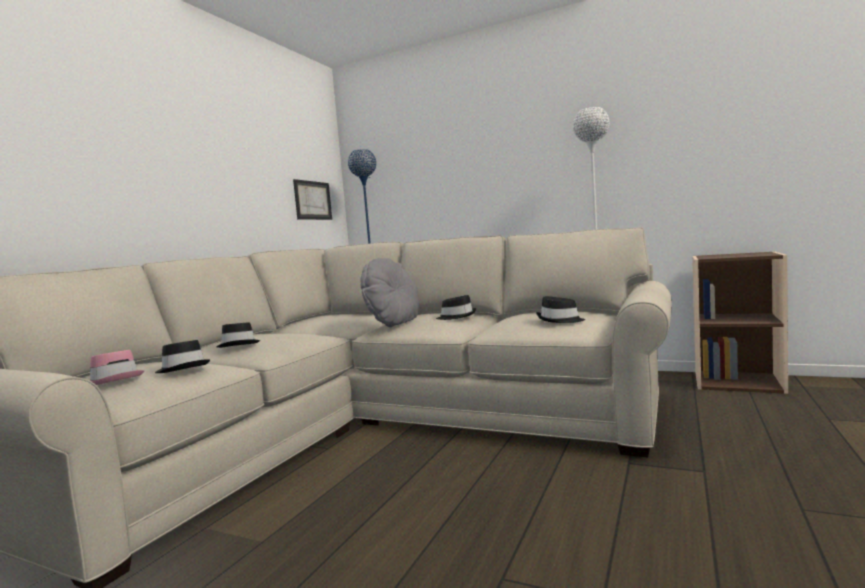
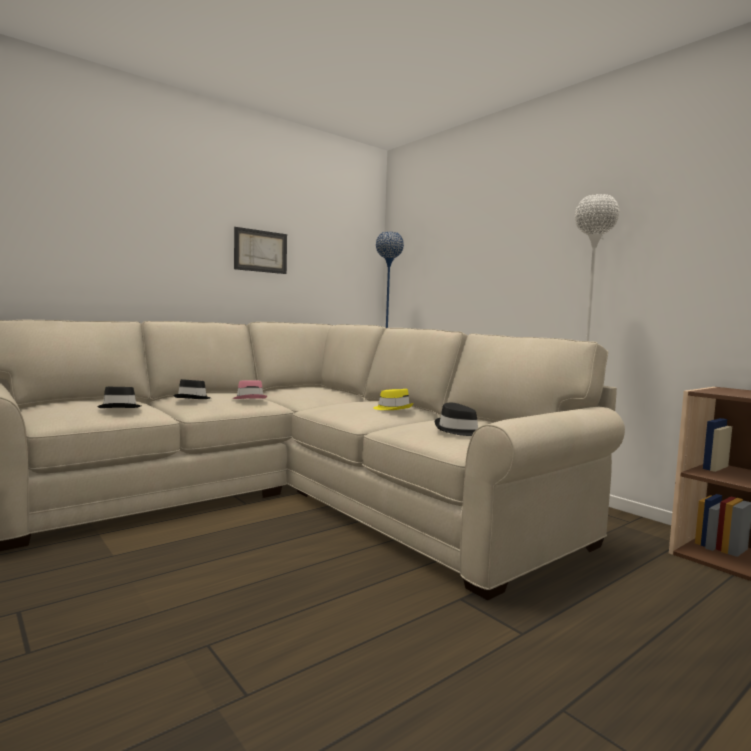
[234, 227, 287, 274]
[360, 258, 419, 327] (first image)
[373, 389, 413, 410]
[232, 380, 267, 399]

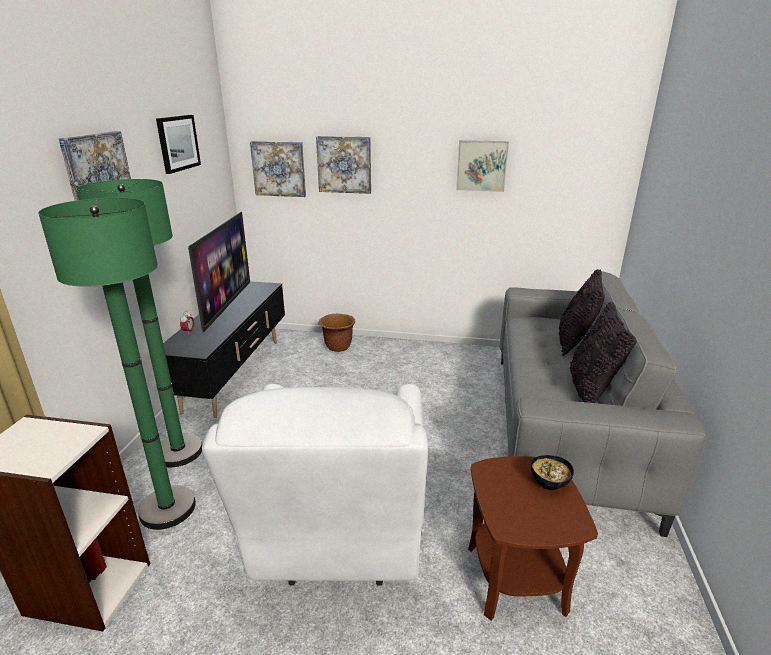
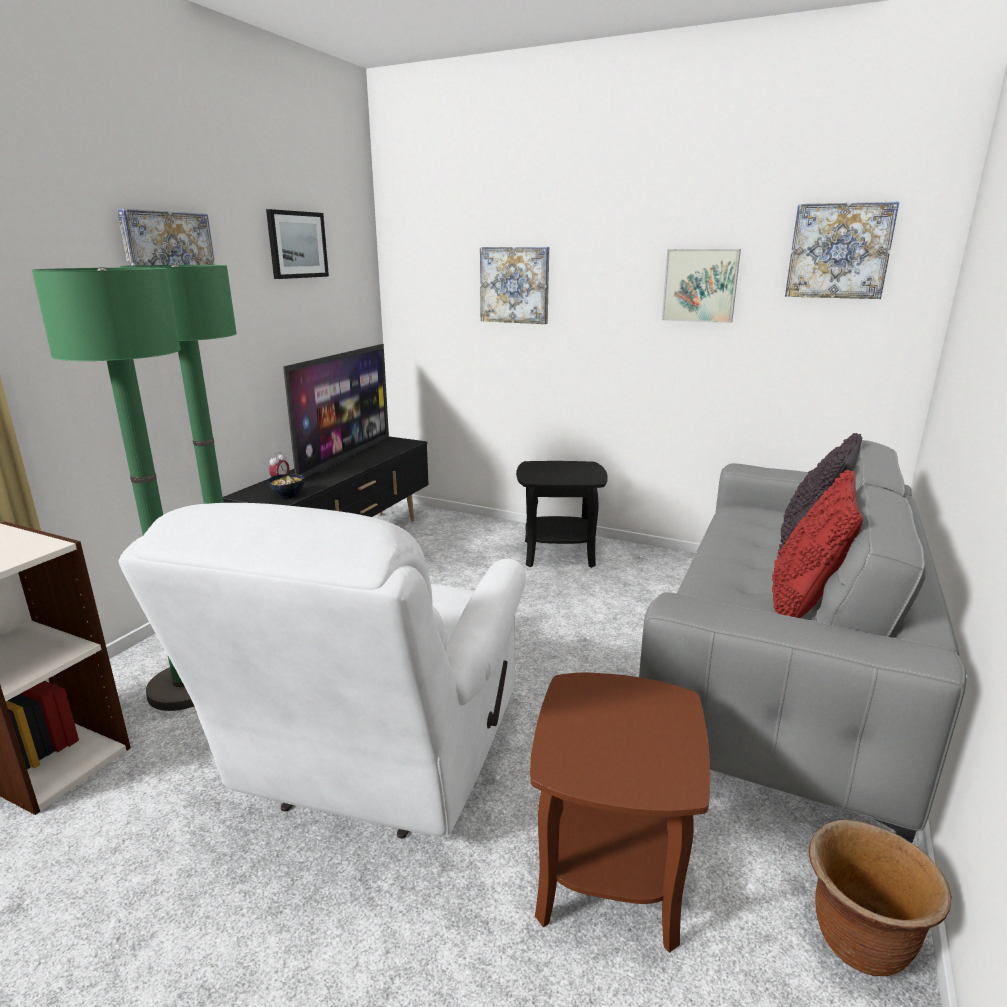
[785, 201, 899, 299]
[772, 470, 863, 618]
[809, 820, 952, 976]
[268, 474, 305, 498]
[516, 461, 608, 568]

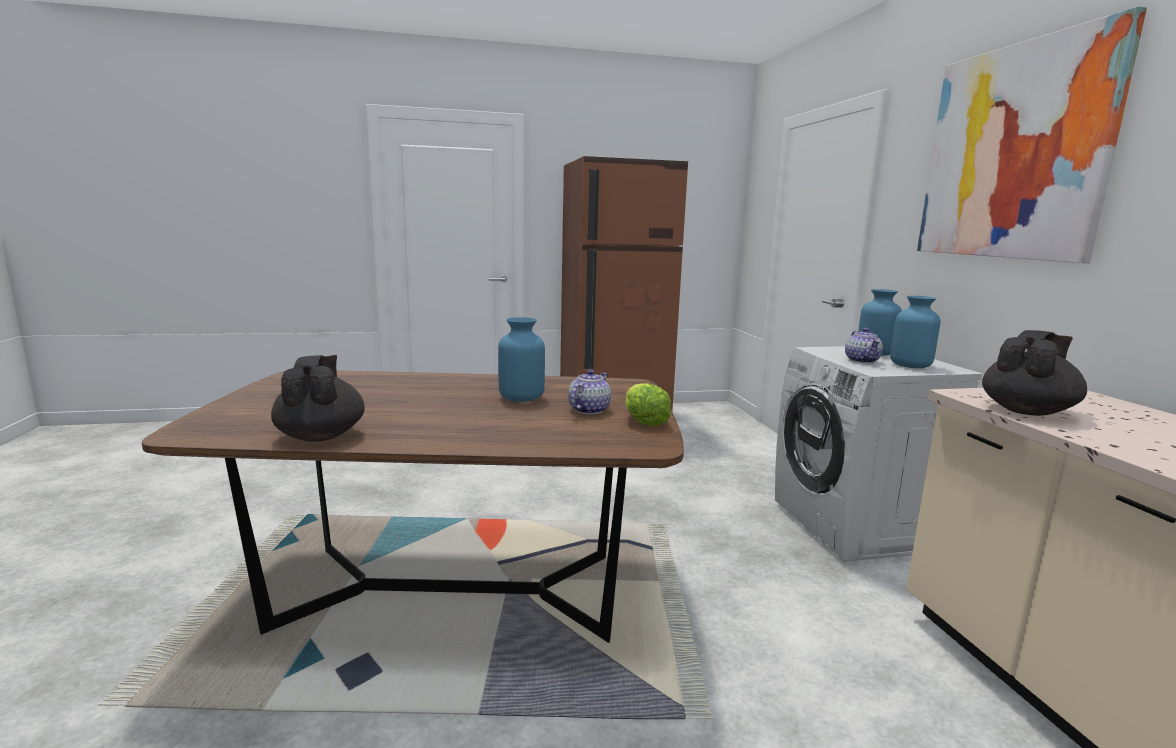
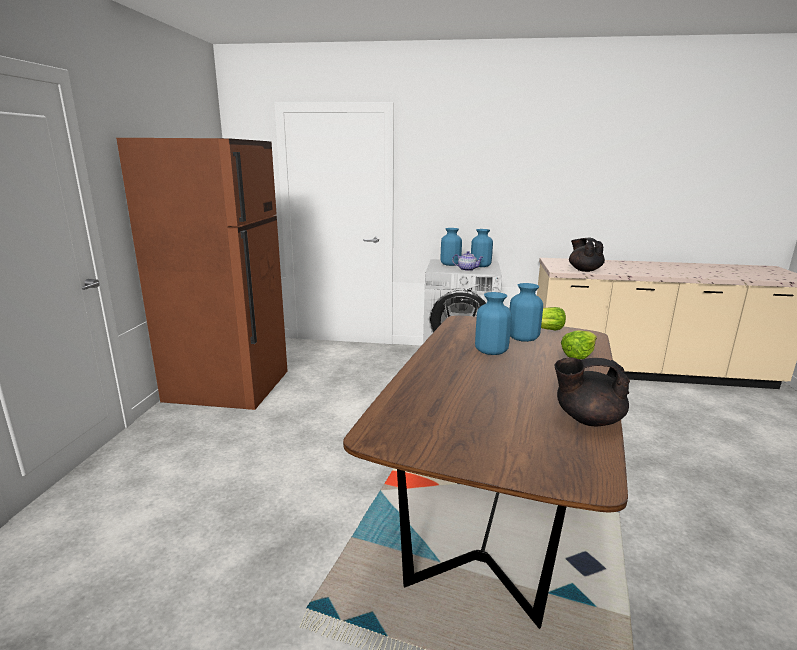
[917, 6, 1147, 263] (first image)
[510, 283, 543, 342]
[561, 330, 597, 359]

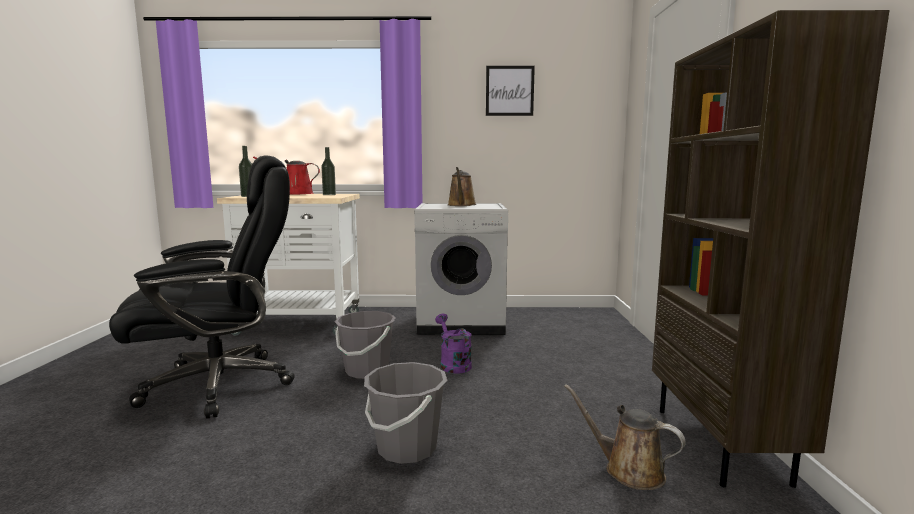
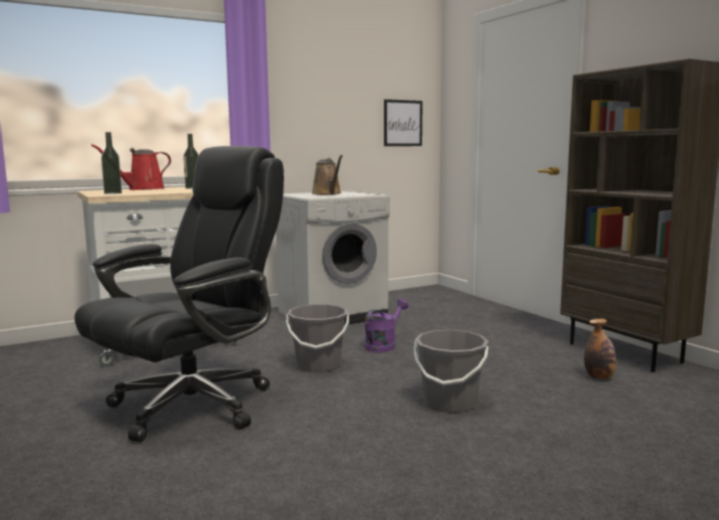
[384, 99, 423, 146]
[365, 299, 408, 353]
[584, 319, 616, 379]

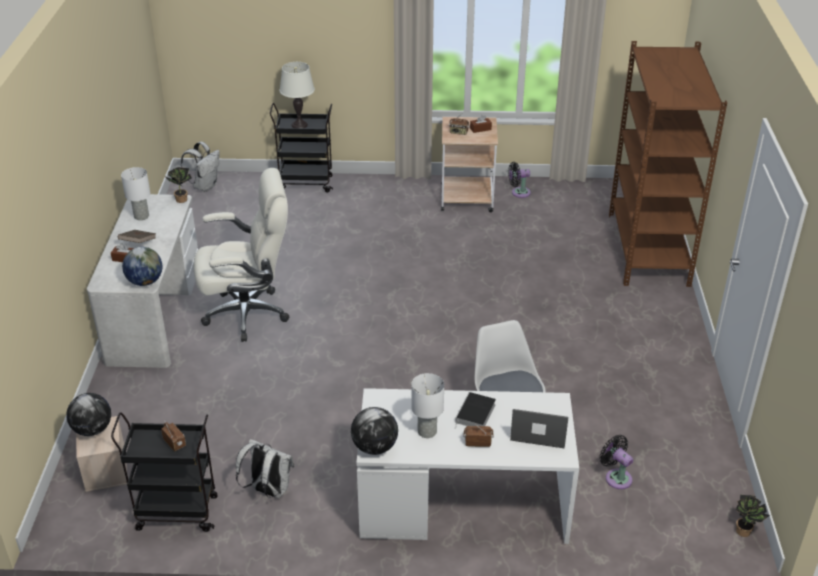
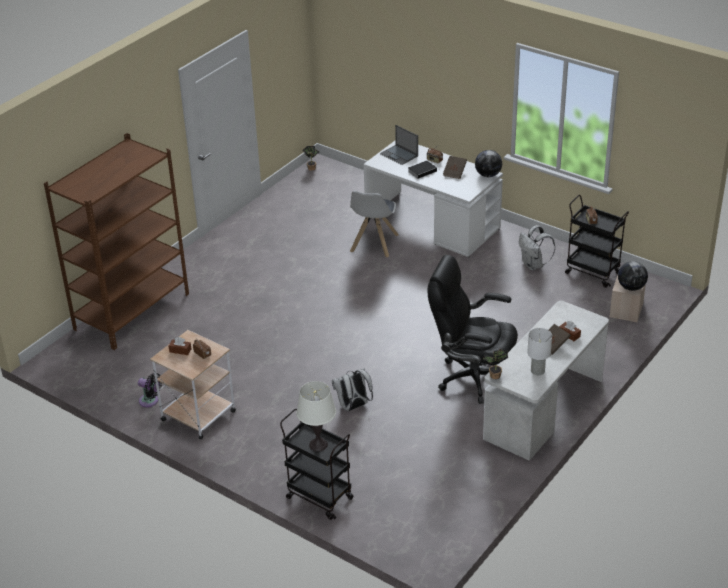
[332, 368, 373, 411]
[428, 255, 518, 404]
[122, 247, 162, 286] (first image)
[443, 156, 467, 179]
[600, 435, 633, 489] (first image)

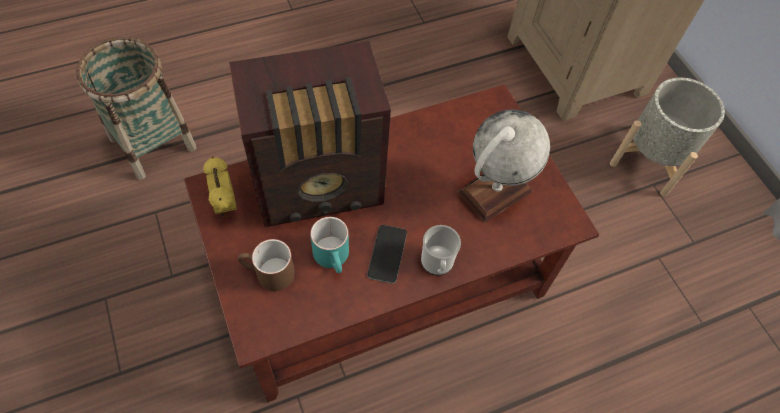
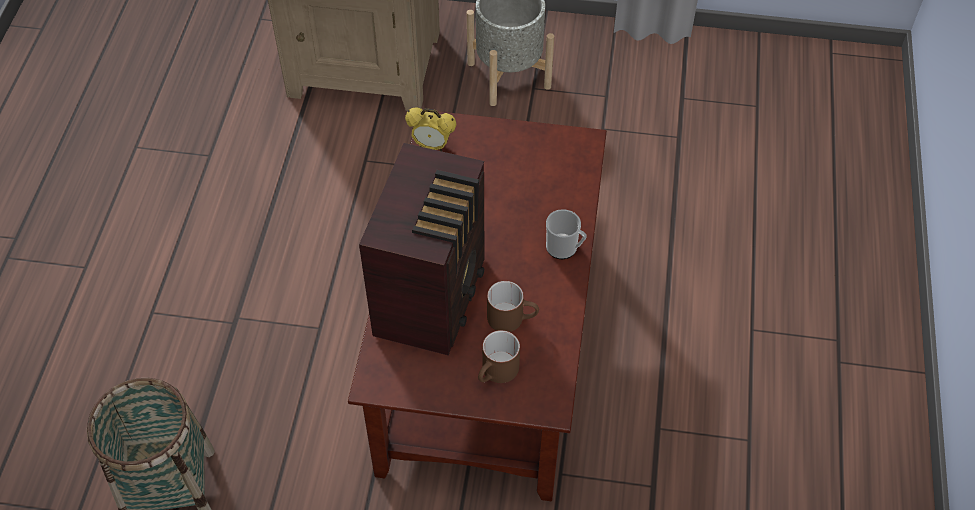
[457, 109, 550, 223] (first image)
[405, 108, 457, 151]
[487, 281, 539, 332]
[367, 225, 407, 283] (first image)

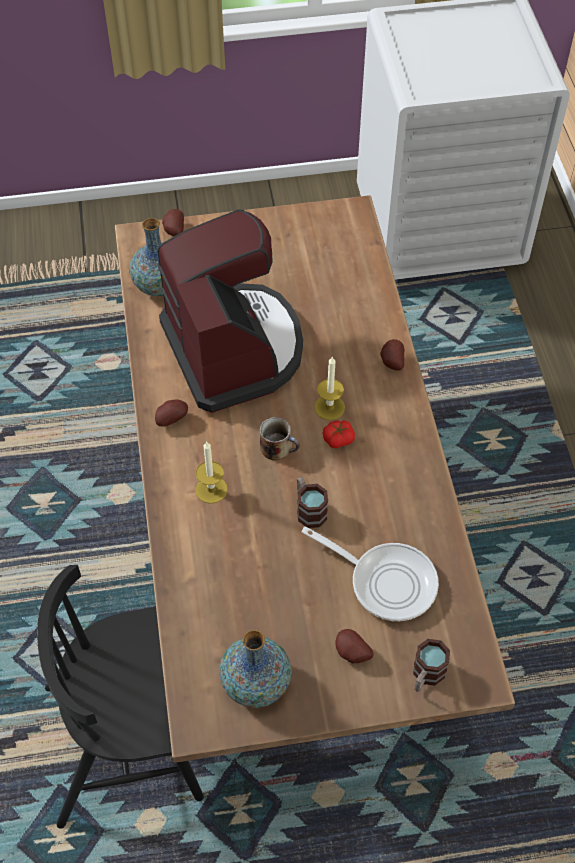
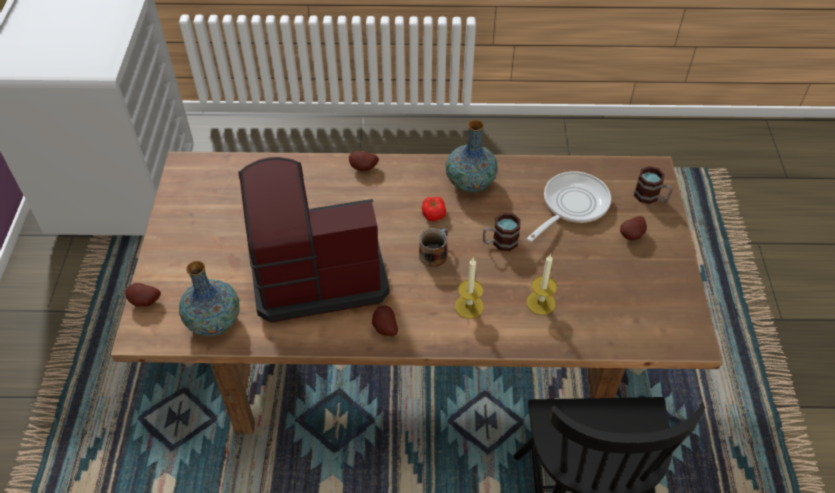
[526, 254, 557, 315]
[446, 120, 498, 192]

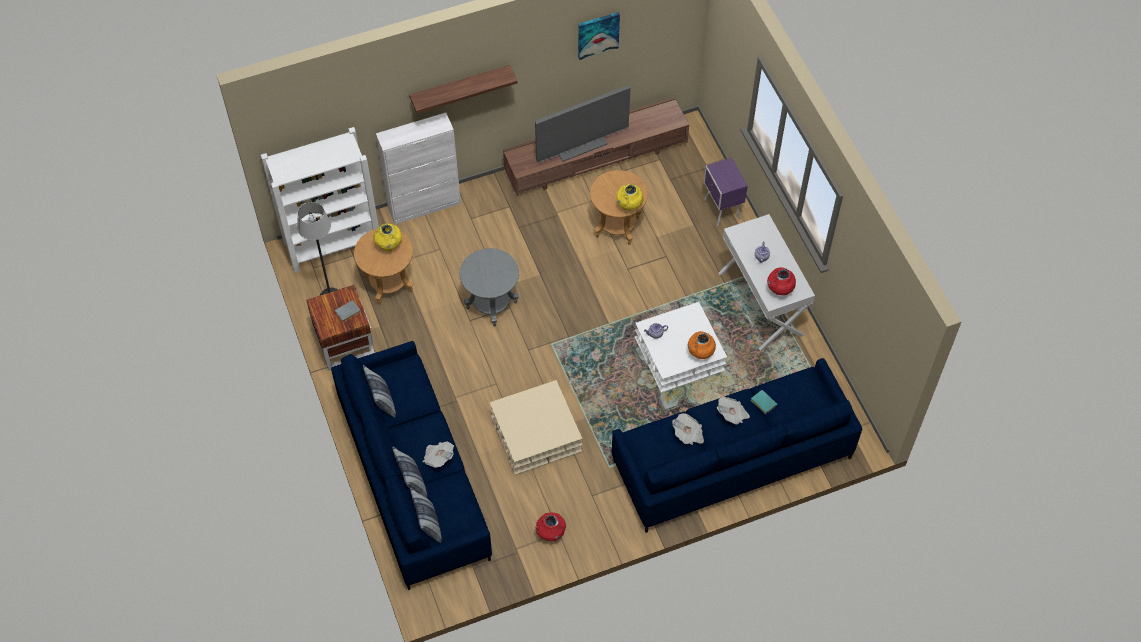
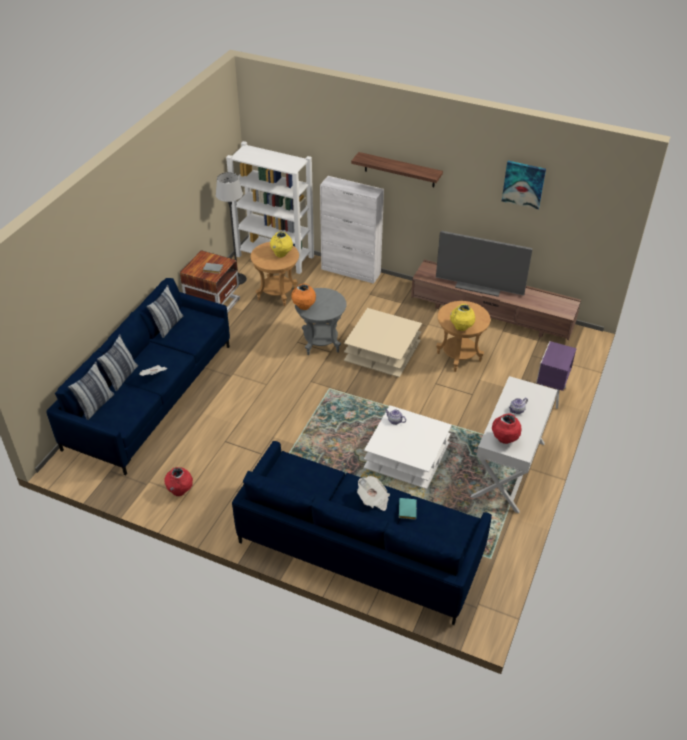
[291, 283, 316, 310]
[344, 308, 422, 378]
[672, 413, 704, 445] (first image)

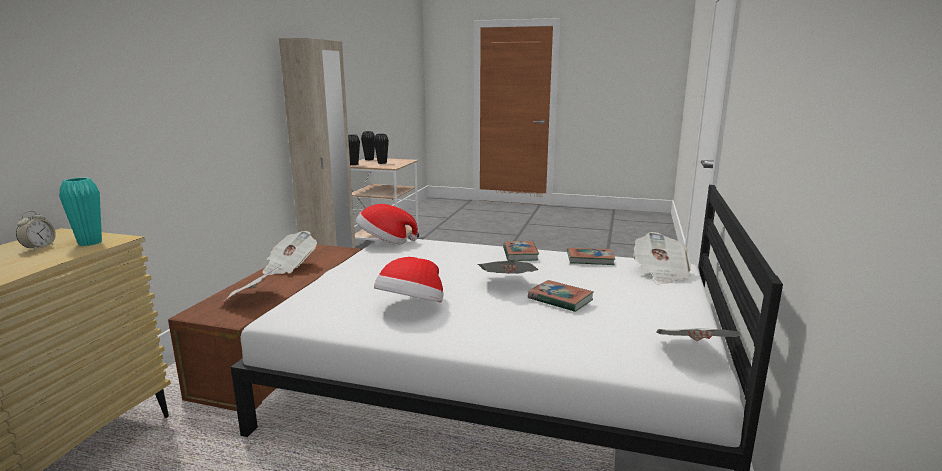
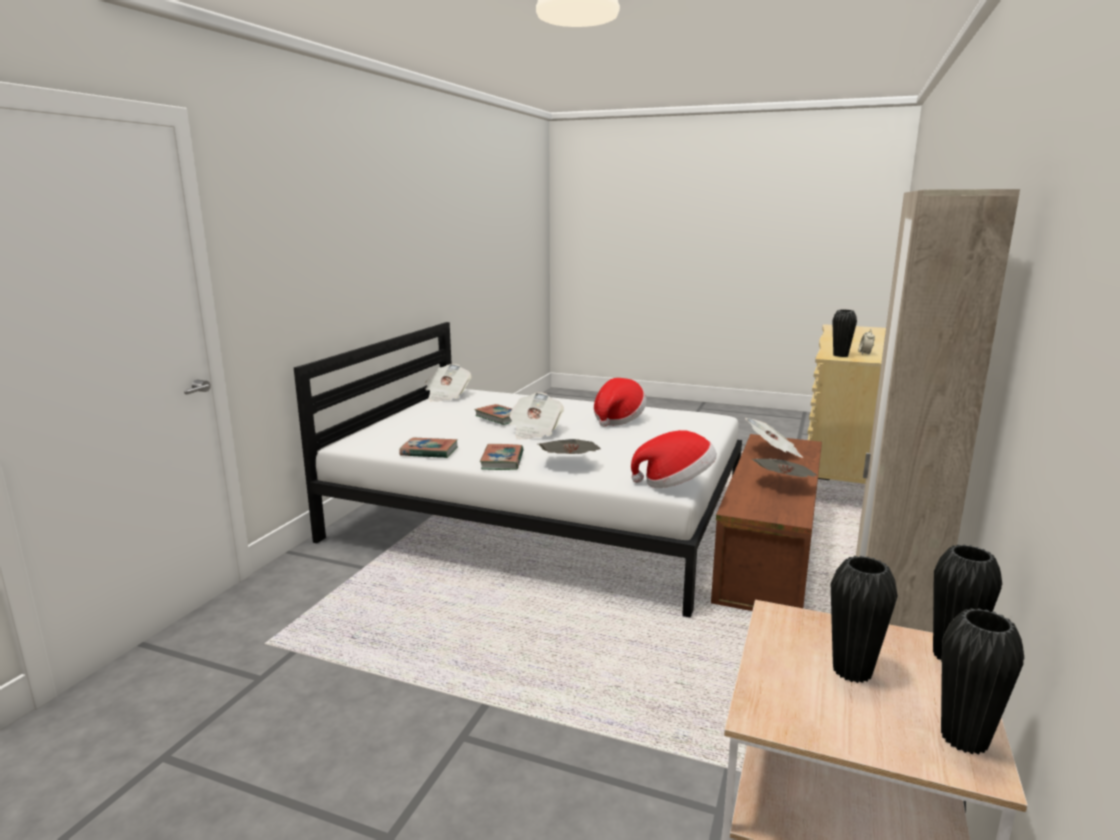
[832, 310, 857, 357]
[538, 439, 601, 454]

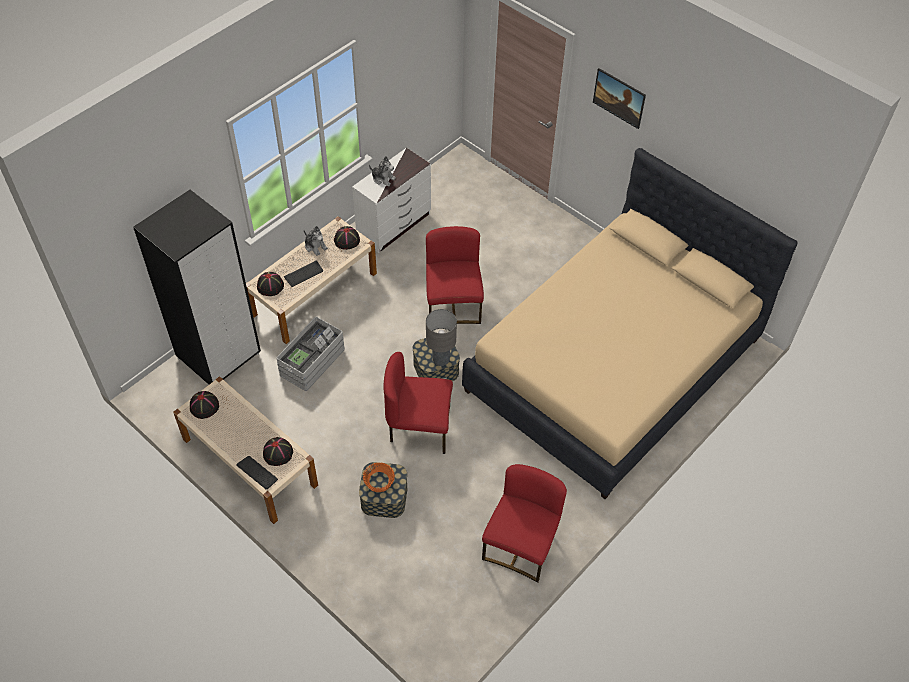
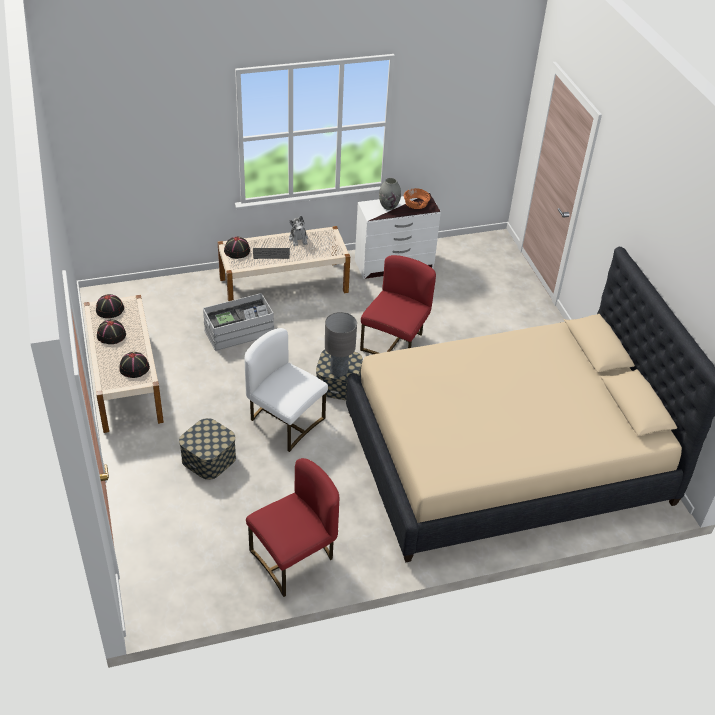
[593, 68, 646, 129] (first image)
[379, 178, 401, 210]
[133, 189, 261, 385] (first image)
[97, 319, 126, 344]
[245, 328, 328, 452]
[236, 456, 278, 489] (first image)
[404, 188, 431, 209]

